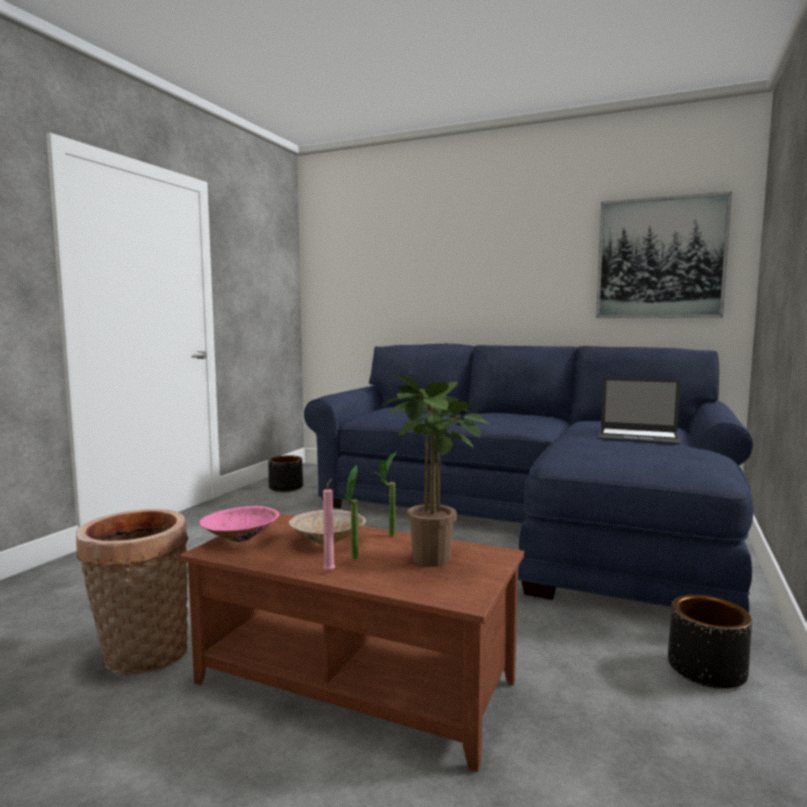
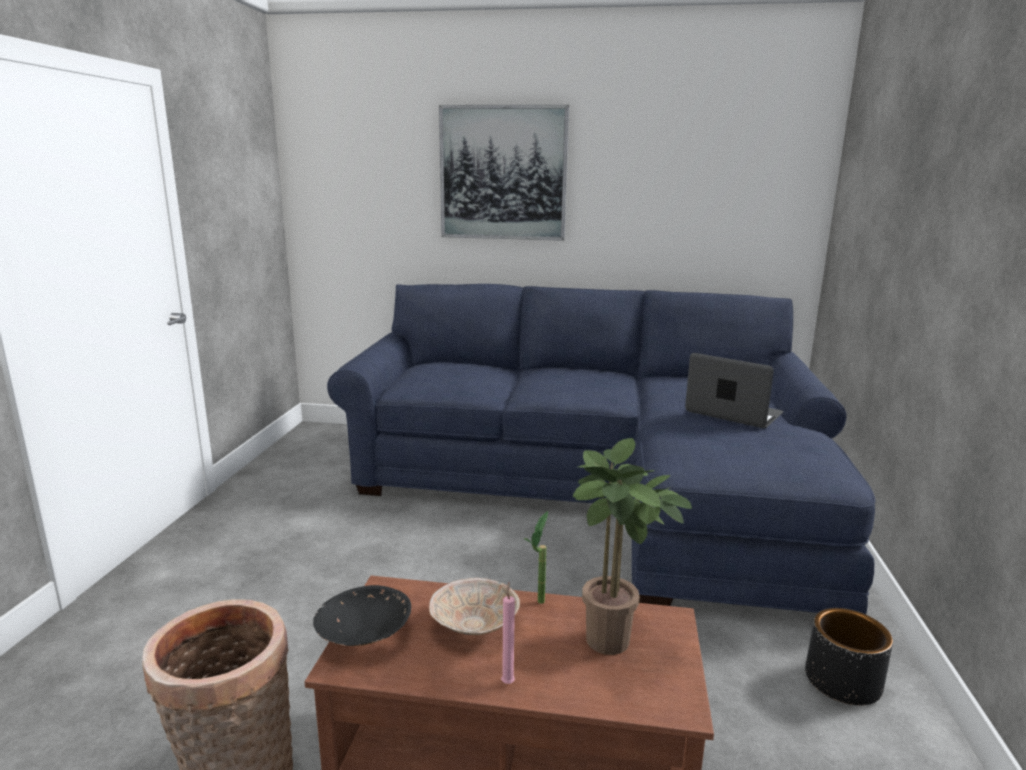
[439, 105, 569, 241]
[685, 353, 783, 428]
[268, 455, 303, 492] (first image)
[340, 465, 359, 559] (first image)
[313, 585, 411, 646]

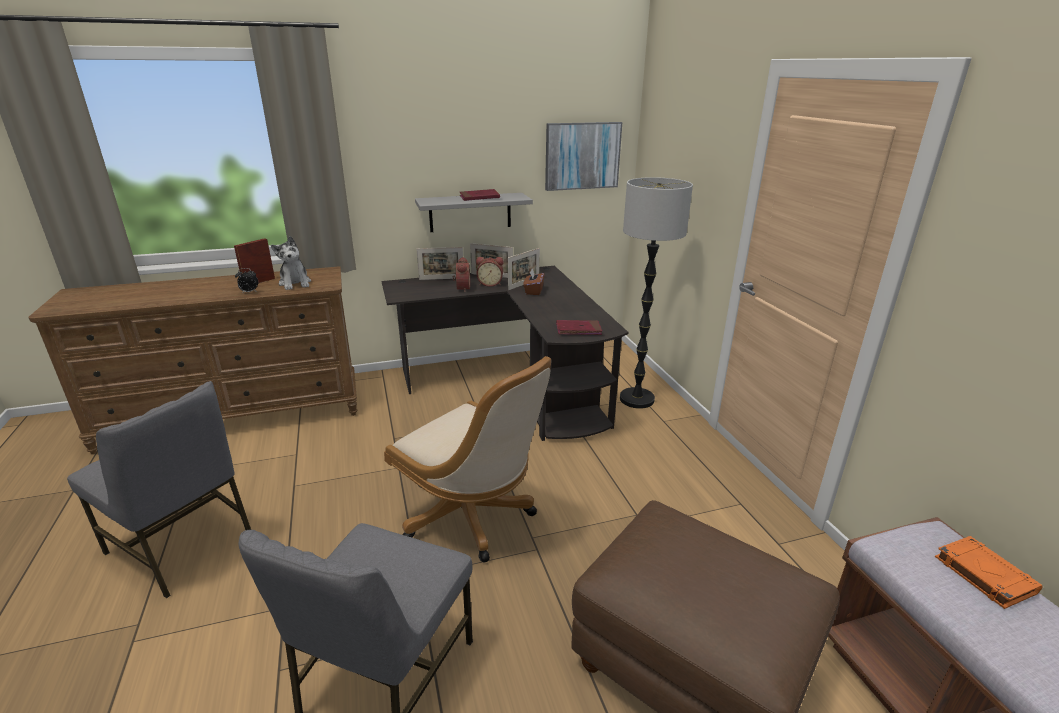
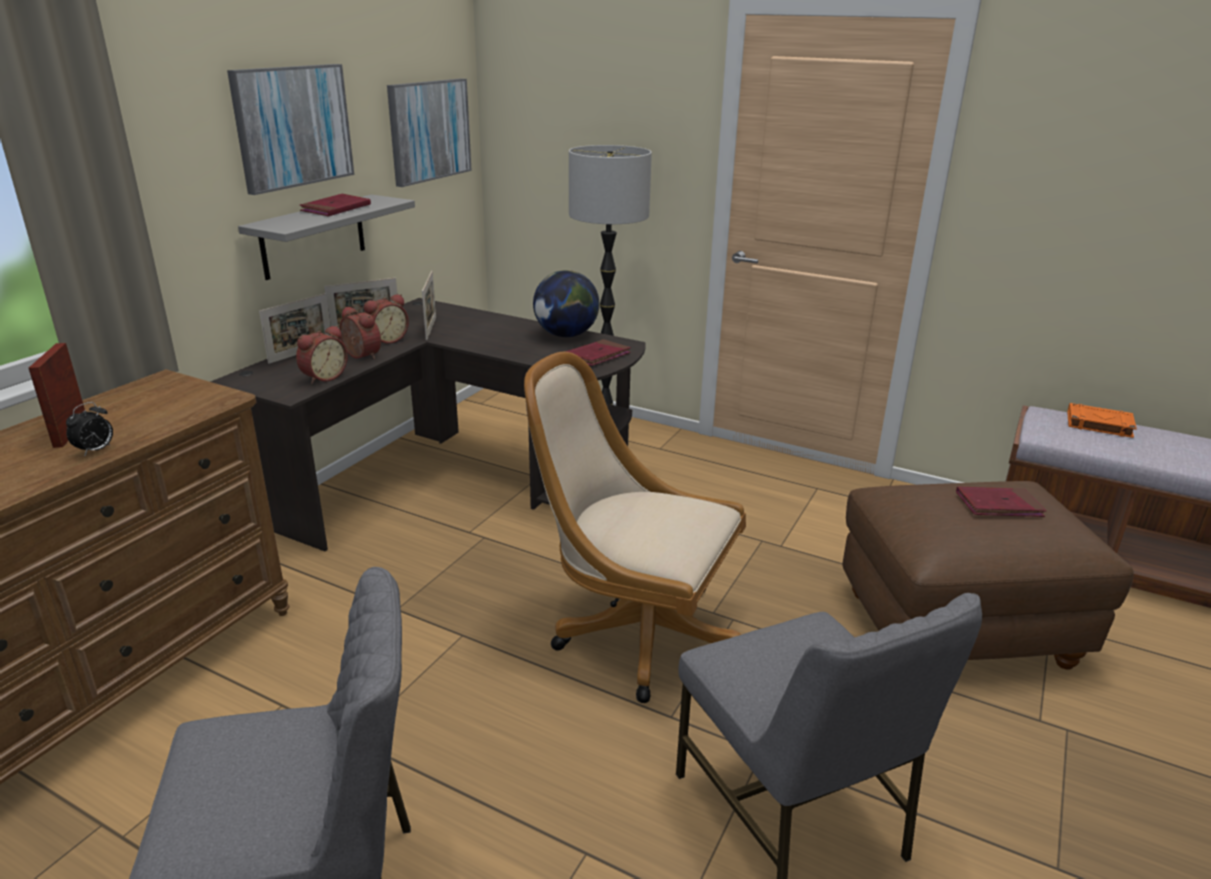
[271, 236, 311, 290] (first image)
[523, 268, 544, 295] (first image)
[524, 352, 746, 703]
[227, 64, 354, 195]
[533, 270, 599, 337]
[296, 326, 348, 384]
[956, 487, 1046, 517]

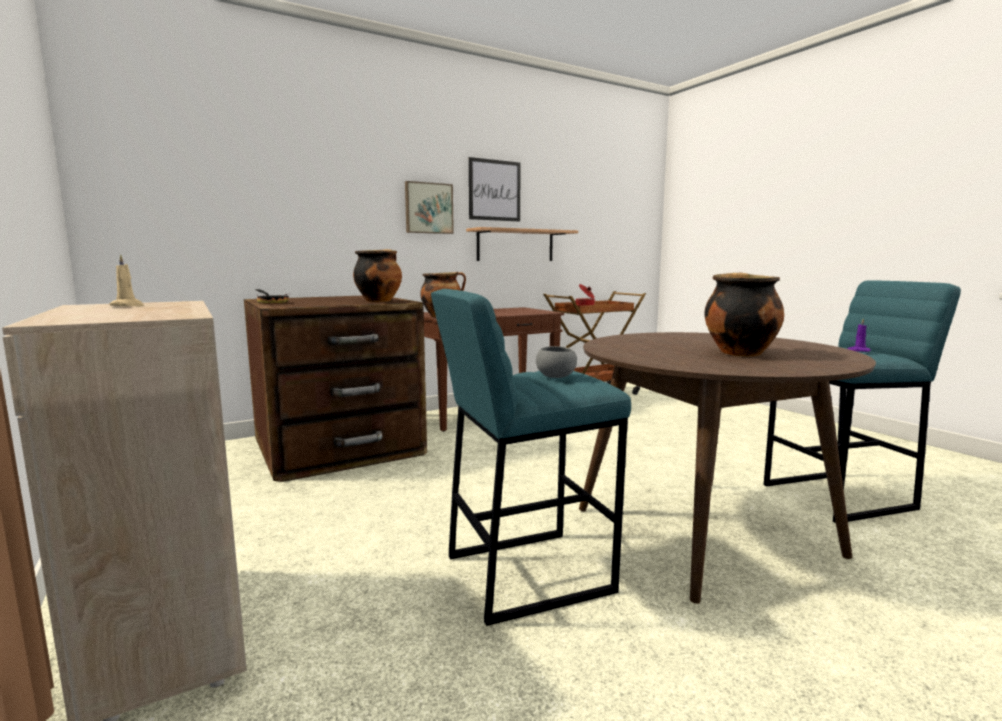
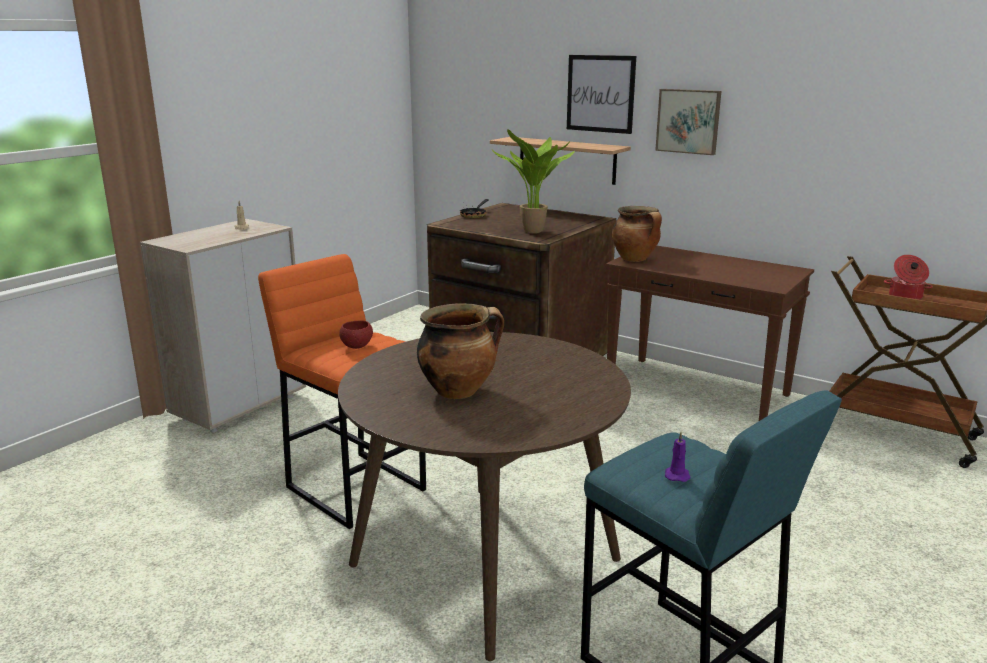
[567, 55, 636, 134]
[490, 137, 631, 185]
[492, 129, 575, 234]
[258, 254, 426, 529]
[339, 320, 373, 349]

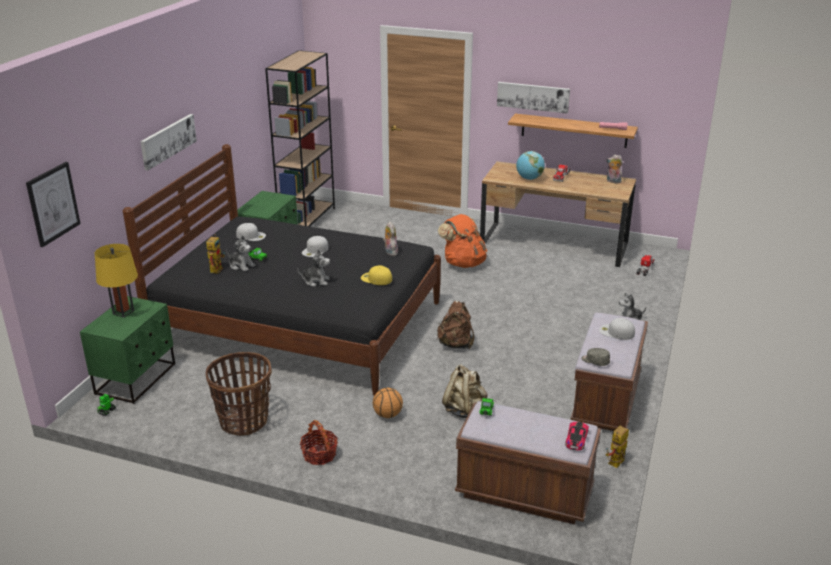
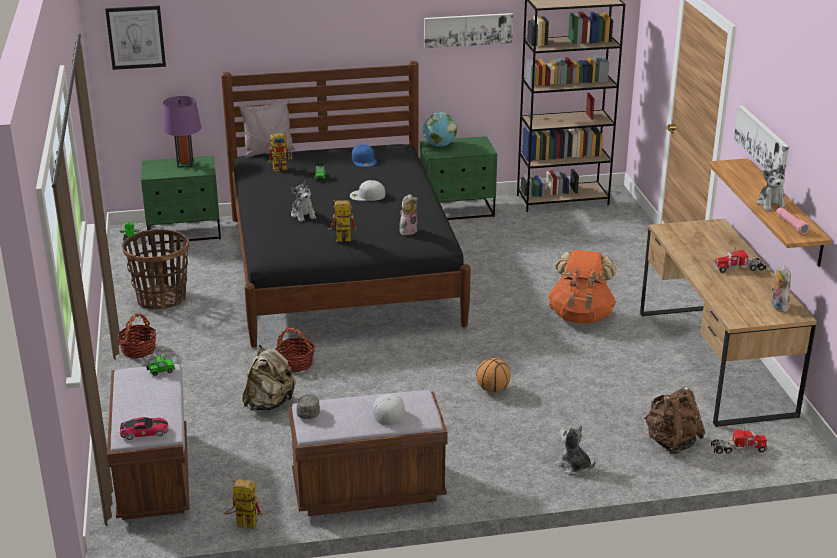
[424, 13, 513, 48]
[423, 112, 457, 147]
[352, 145, 377, 167]
[757, 165, 786, 211]
[163, 96, 201, 167]
[328, 200, 356, 242]
[644, 387, 705, 454]
[476, 358, 511, 393]
[239, 100, 295, 158]
[275, 327, 315, 372]

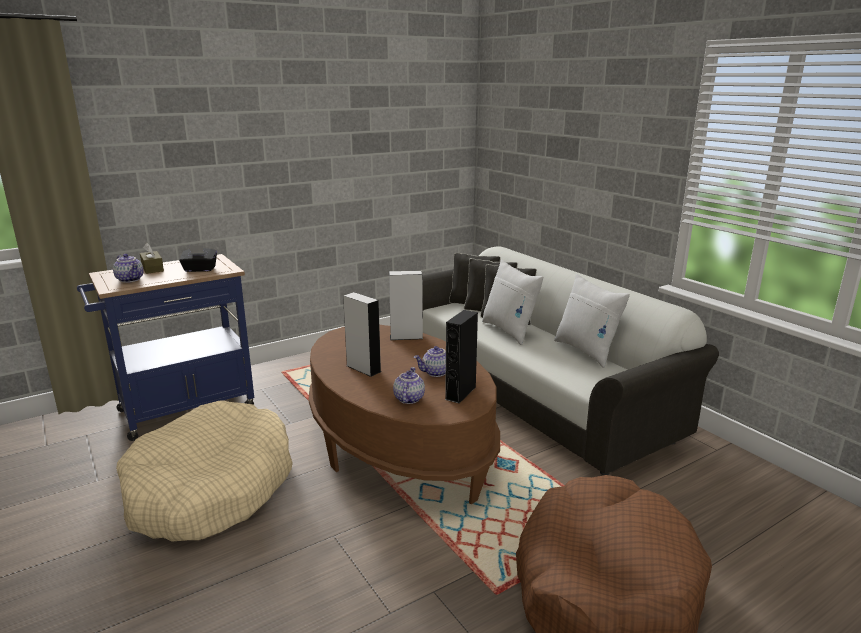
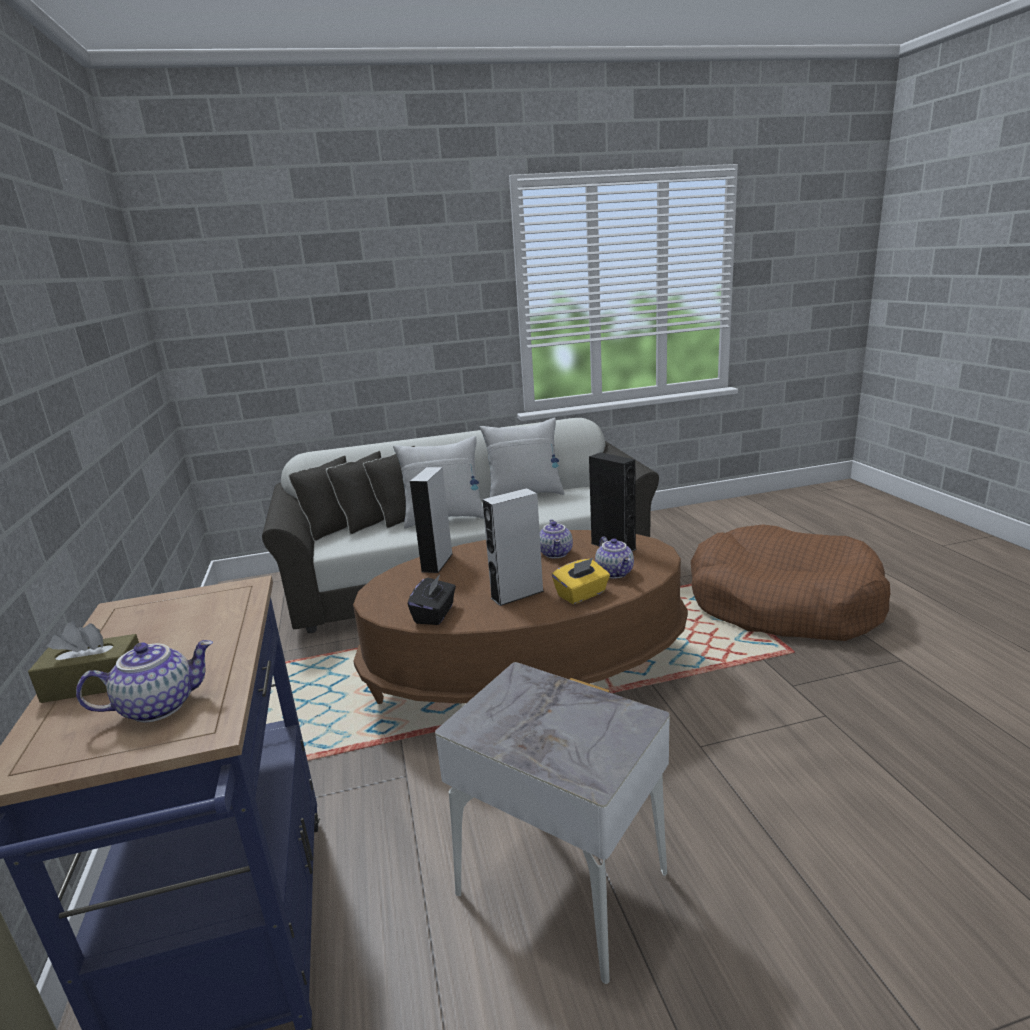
[408, 574, 456, 625]
[595, 537, 634, 579]
[435, 662, 670, 984]
[552, 558, 610, 604]

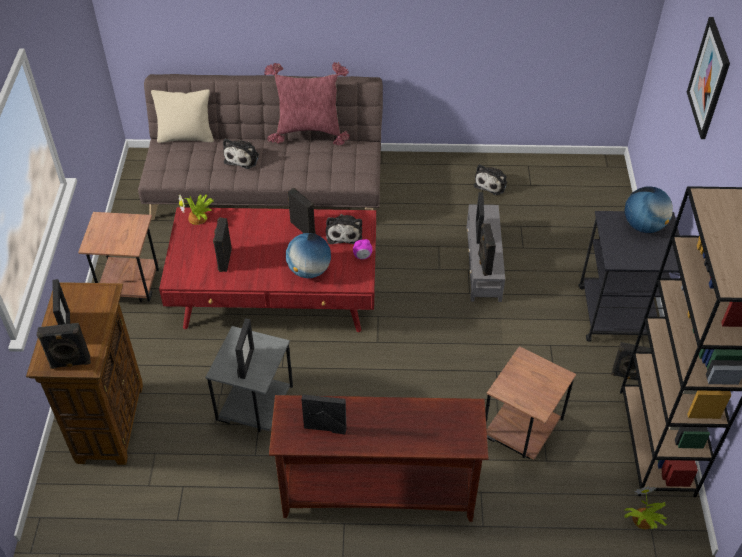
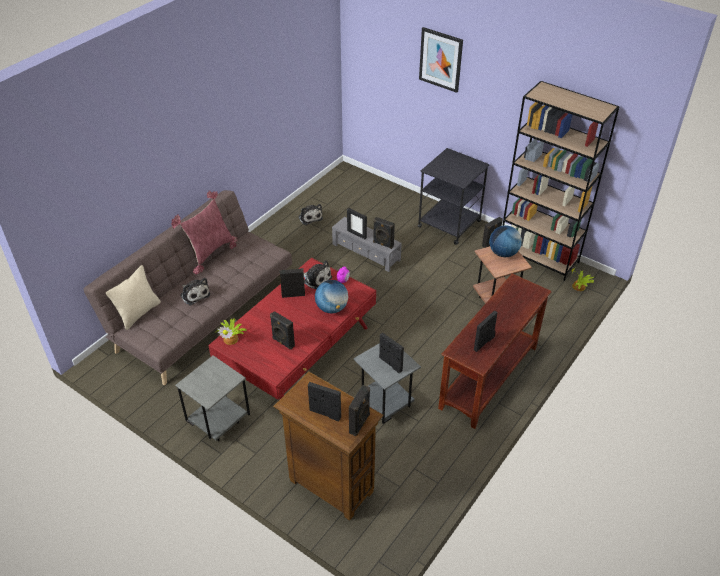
[489, 225, 522, 257]
[175, 355, 250, 441]

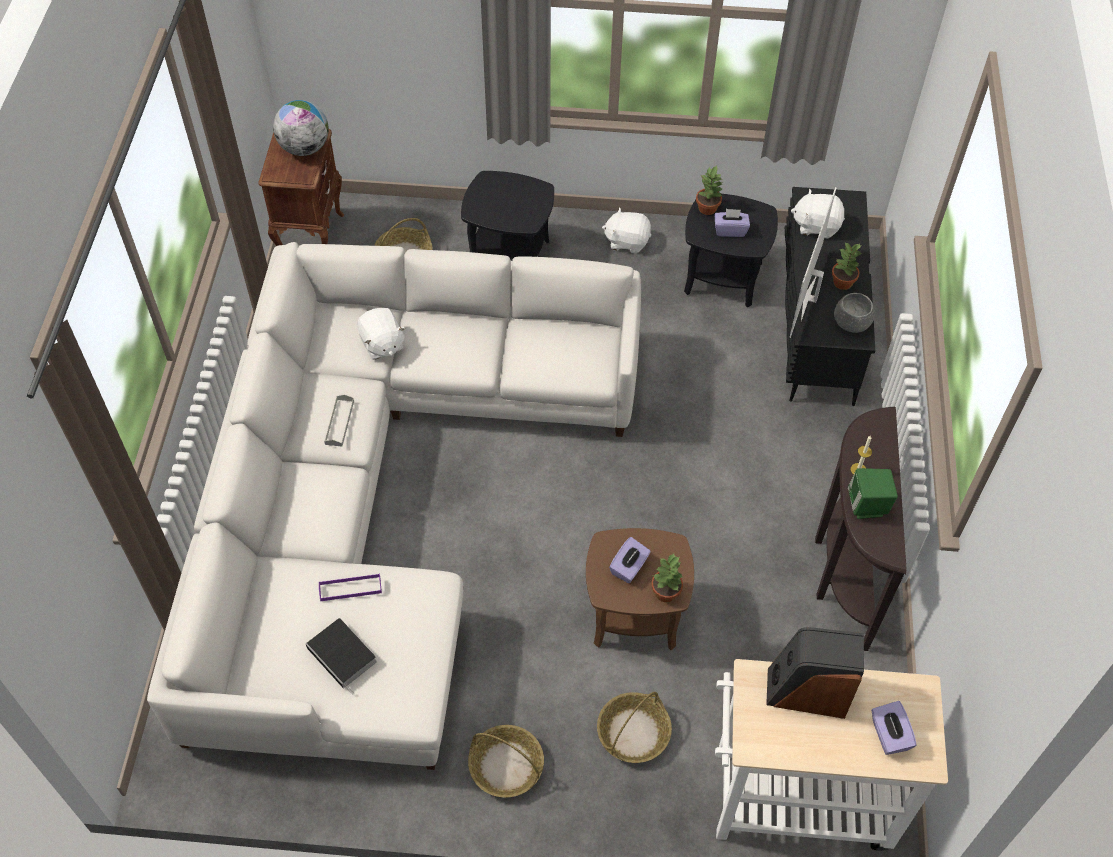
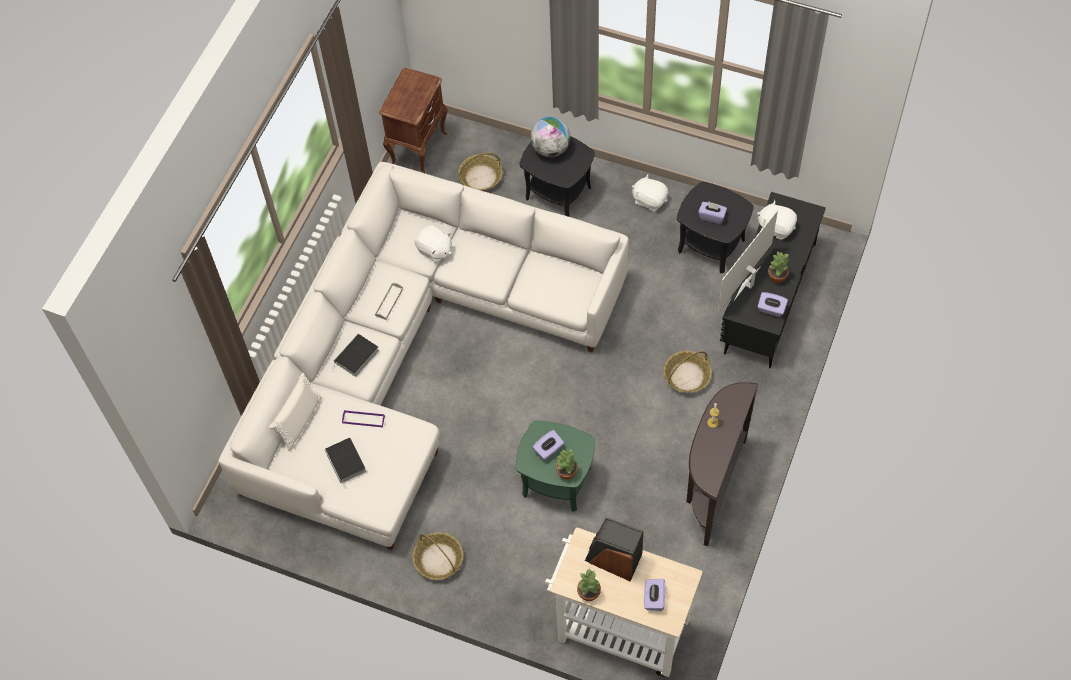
[530, 117, 570, 157]
[577, 568, 601, 601]
[757, 292, 788, 317]
[414, 225, 452, 263]
[848, 468, 898, 519] (first image)
[516, 421, 595, 512]
[664, 351, 712, 393]
[331, 334, 379, 377]
[269, 373, 322, 451]

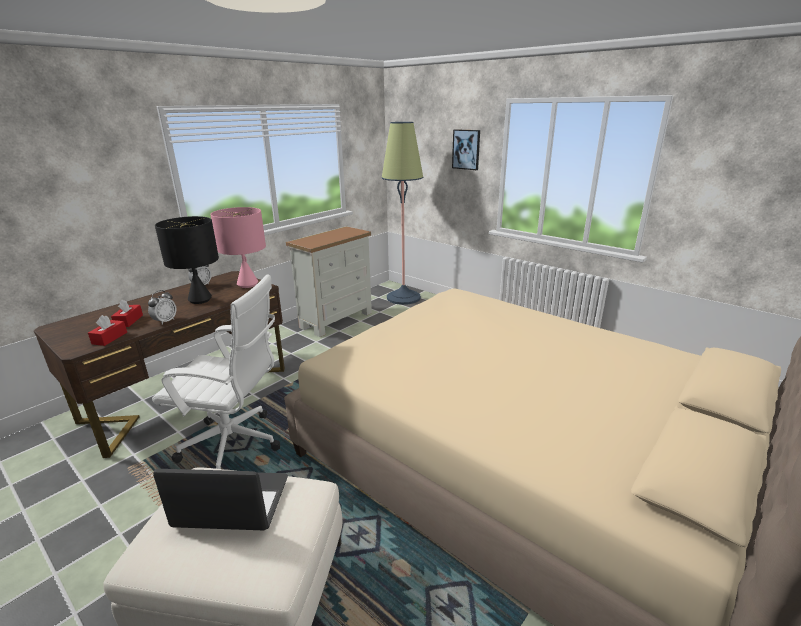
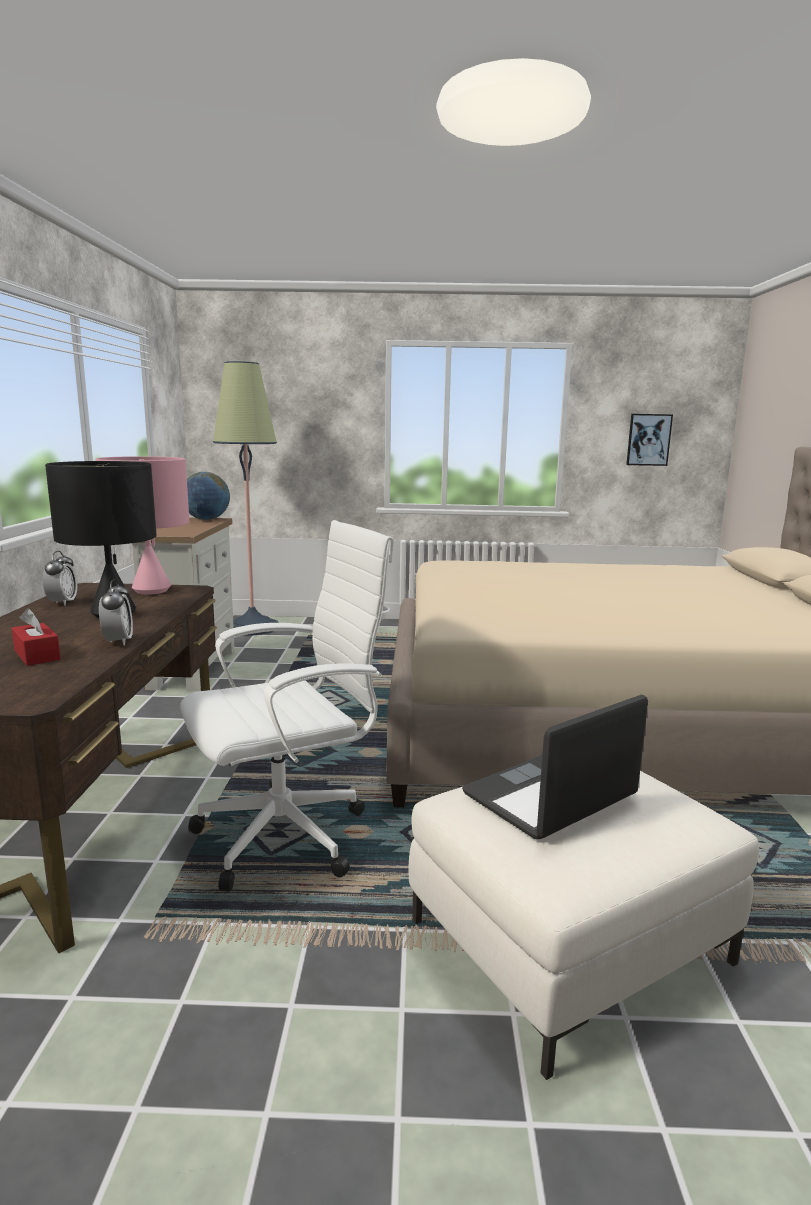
[626, 414, 673, 466]
[88, 315, 127, 346] (first image)
[187, 472, 230, 520]

